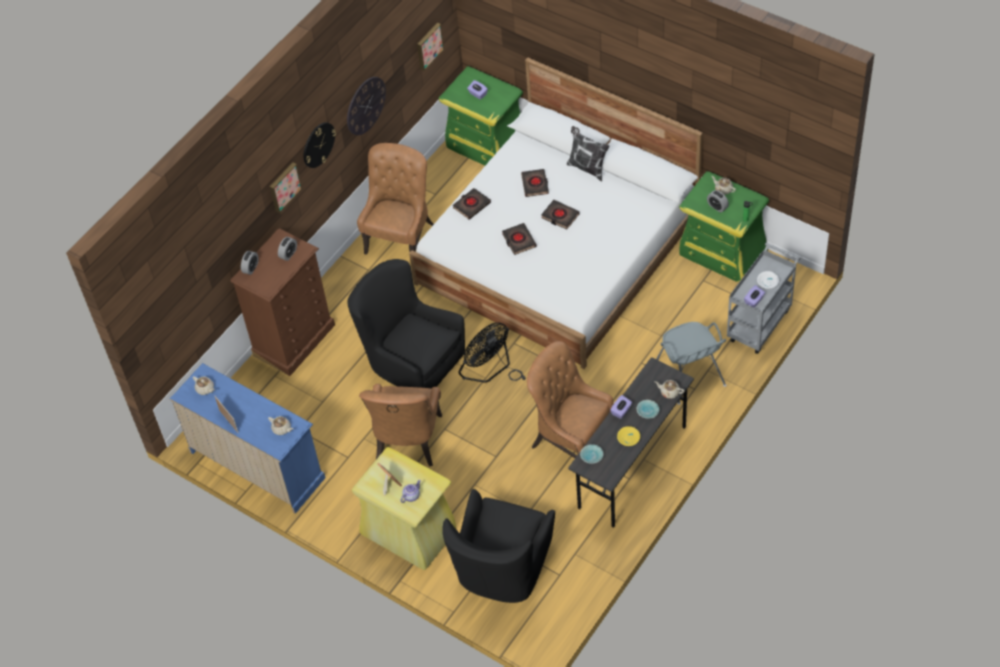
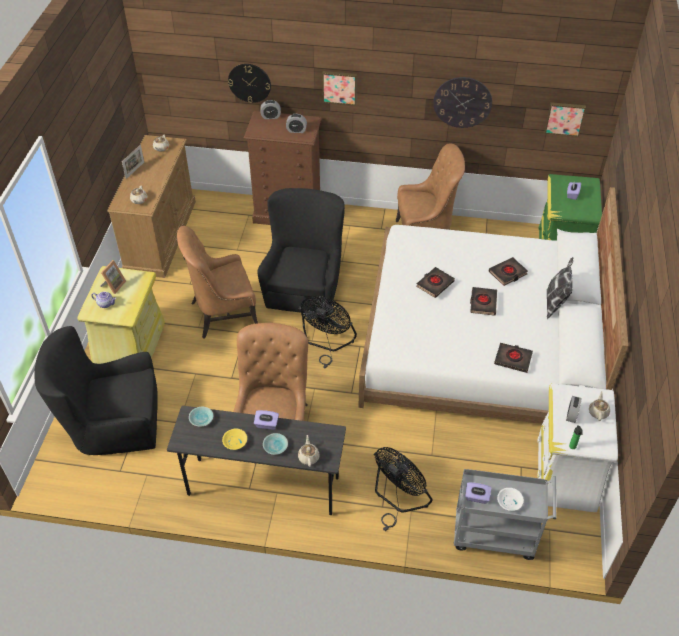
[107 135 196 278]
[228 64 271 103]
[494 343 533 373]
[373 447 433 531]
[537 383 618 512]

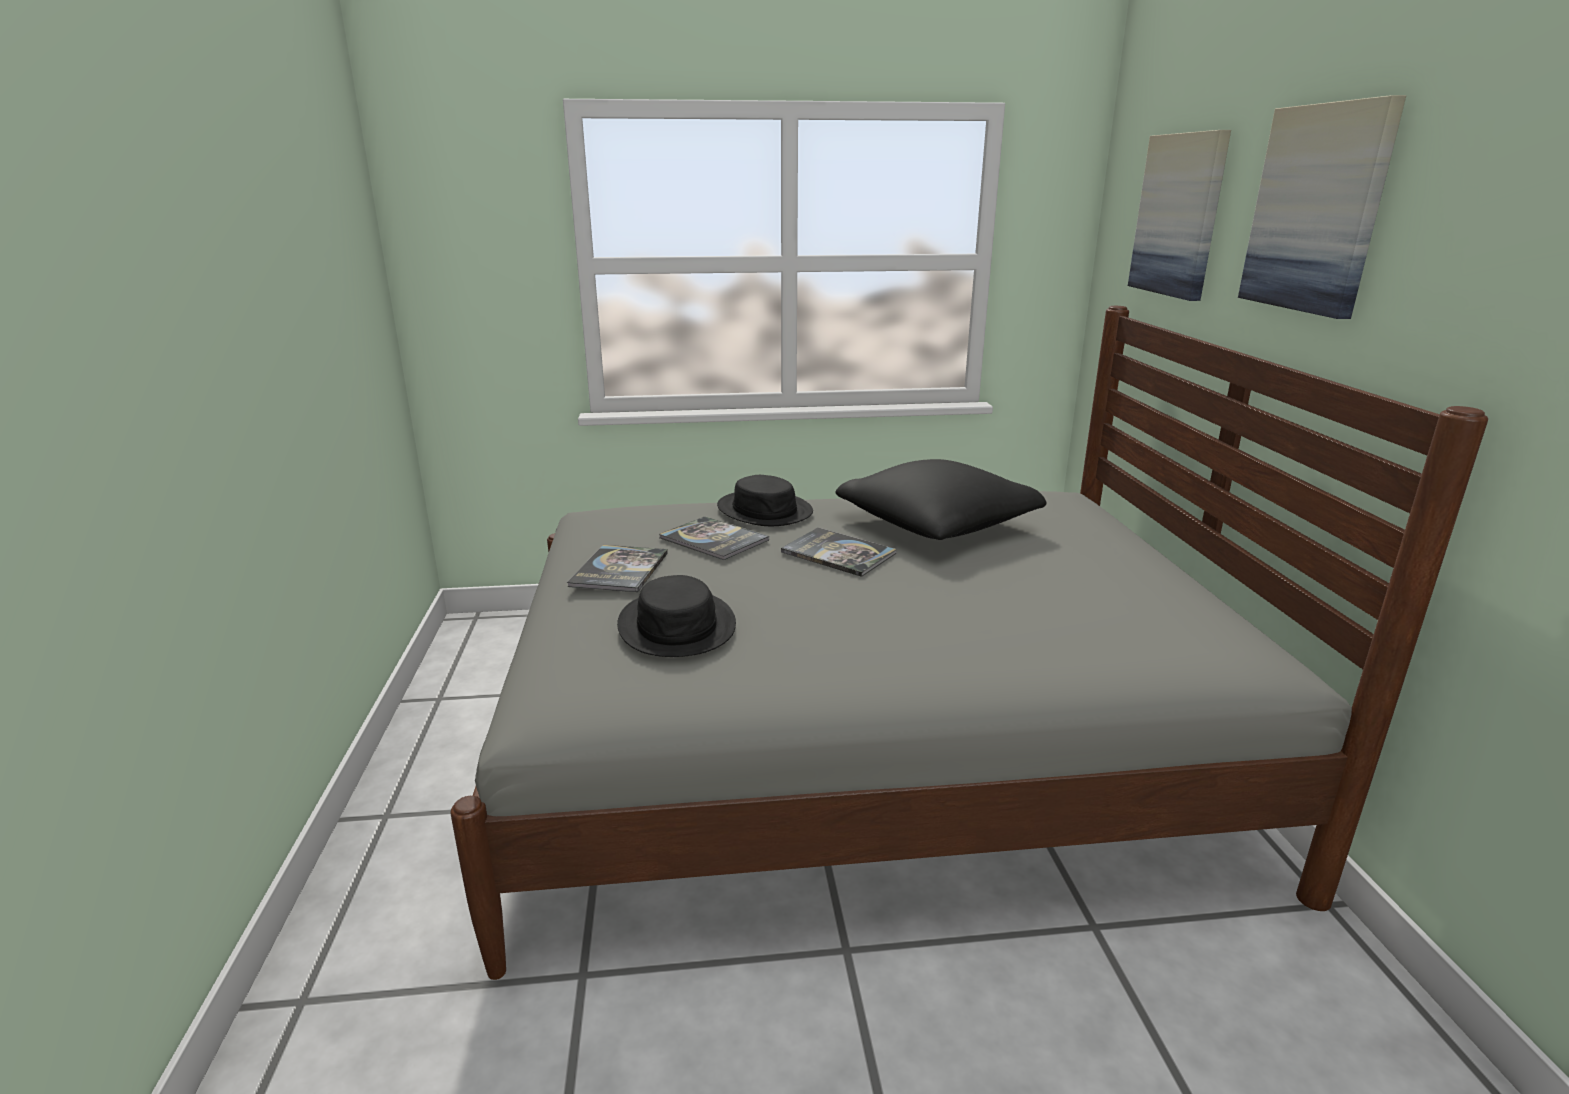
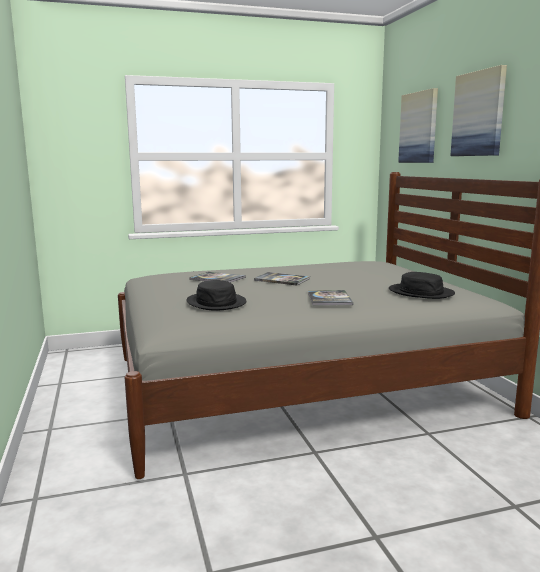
[308 290 353 306]
[389 272 455 299]
[835 459 1047 540] (first image)

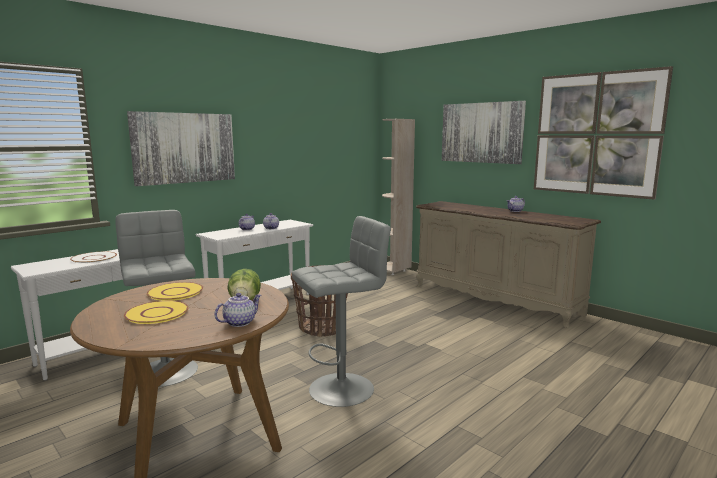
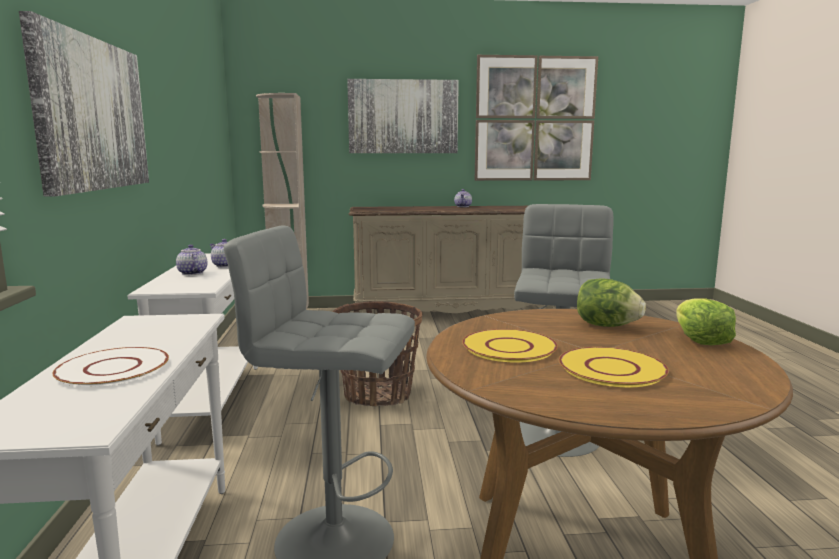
[676 298 736 345]

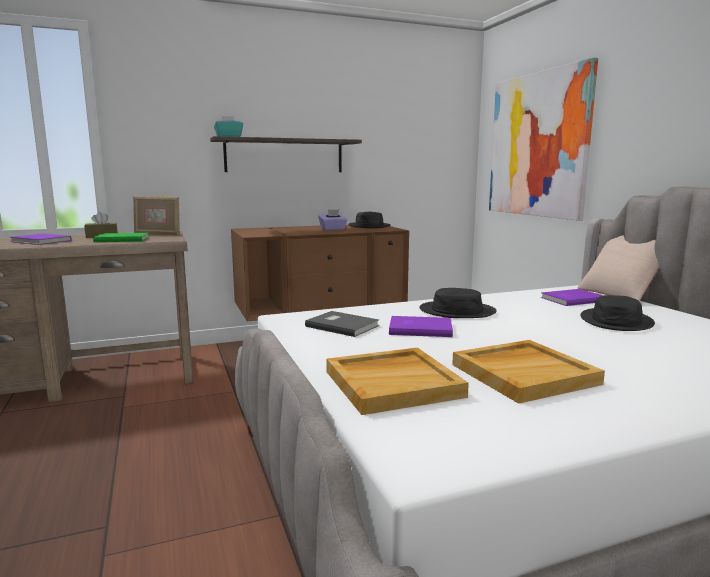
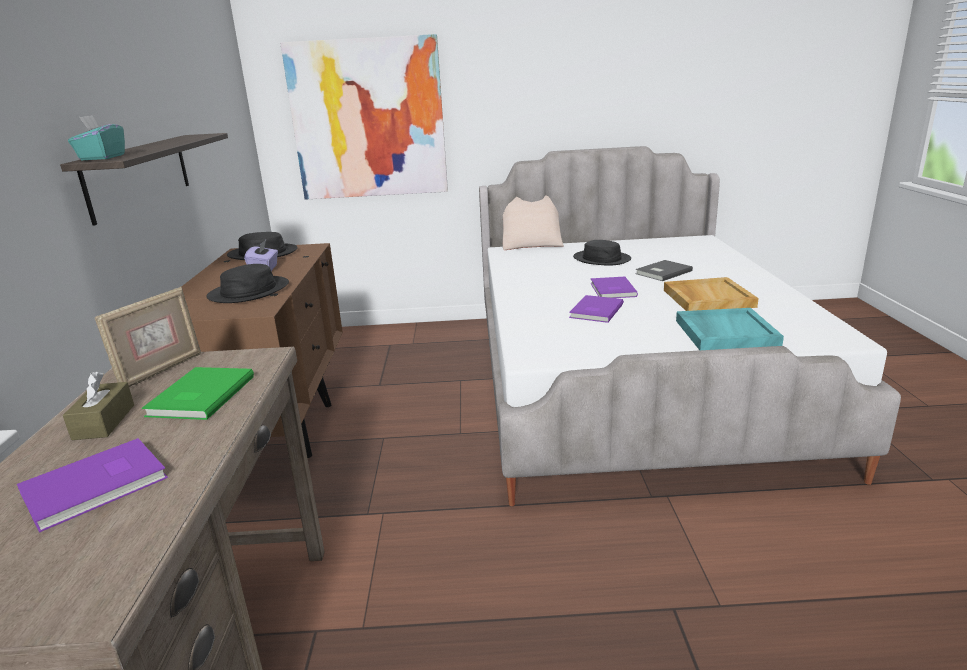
[635 260 693 281]
[676 308 784 350]
[206 264 289 303]
[591 277 638 298]

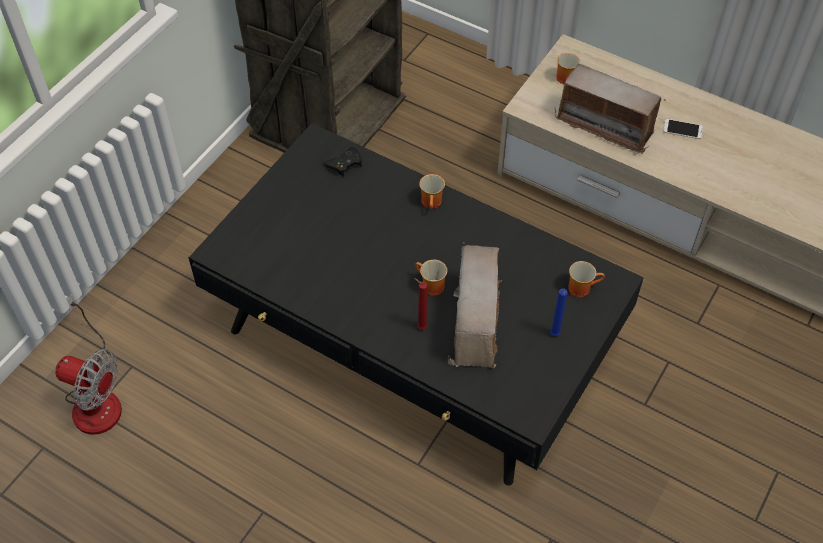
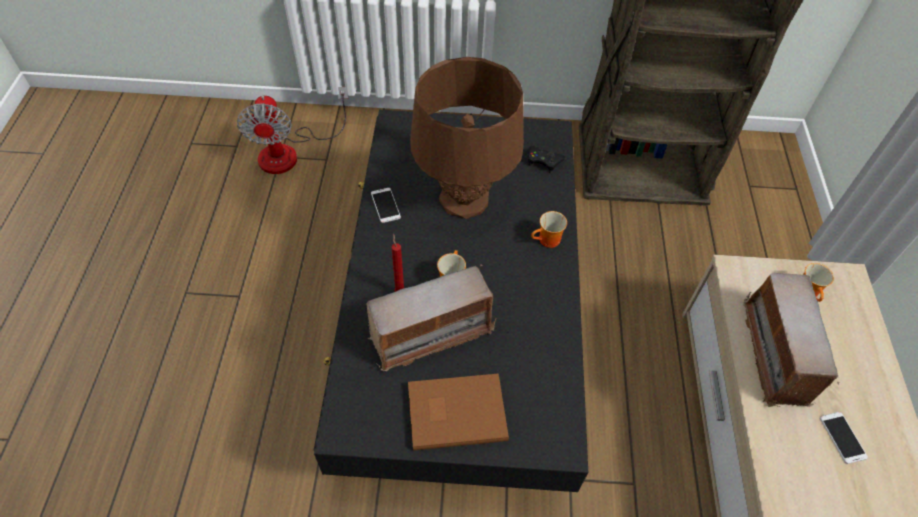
[408 373 509 451]
[568 261 605 297] (first image)
[371 188 401 223]
[410 57 524 219]

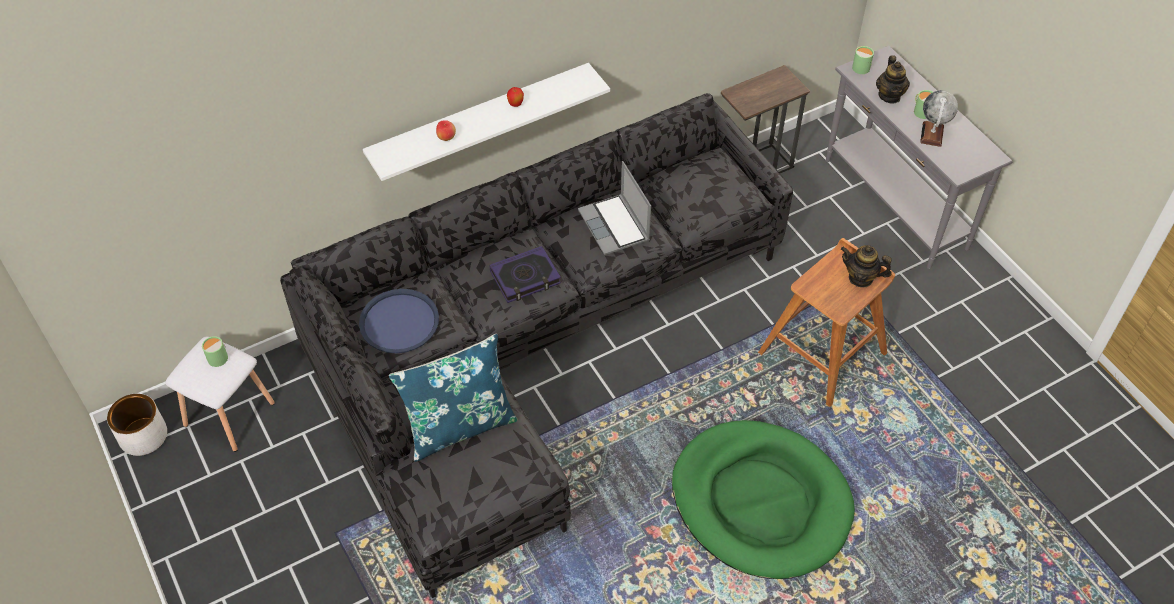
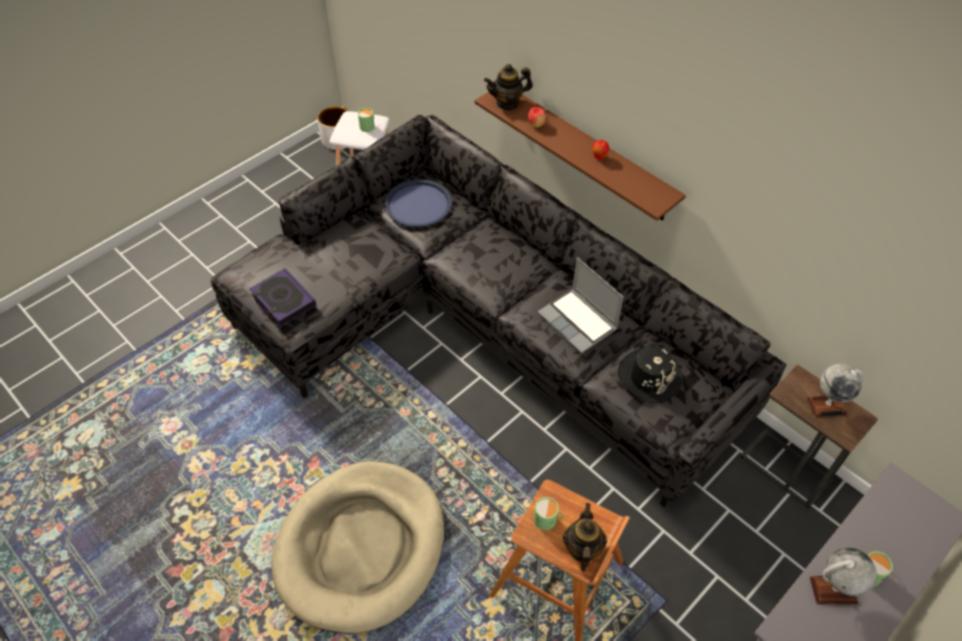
[475 92 686 221]
[389 334 518 462] (first image)
[249 268 317 327]
[537 257 624 354]
[272 461 444 634]
[534 497 563 530]
[484 64 533 110]
[618 345 683 404]
[807 364 865 418]

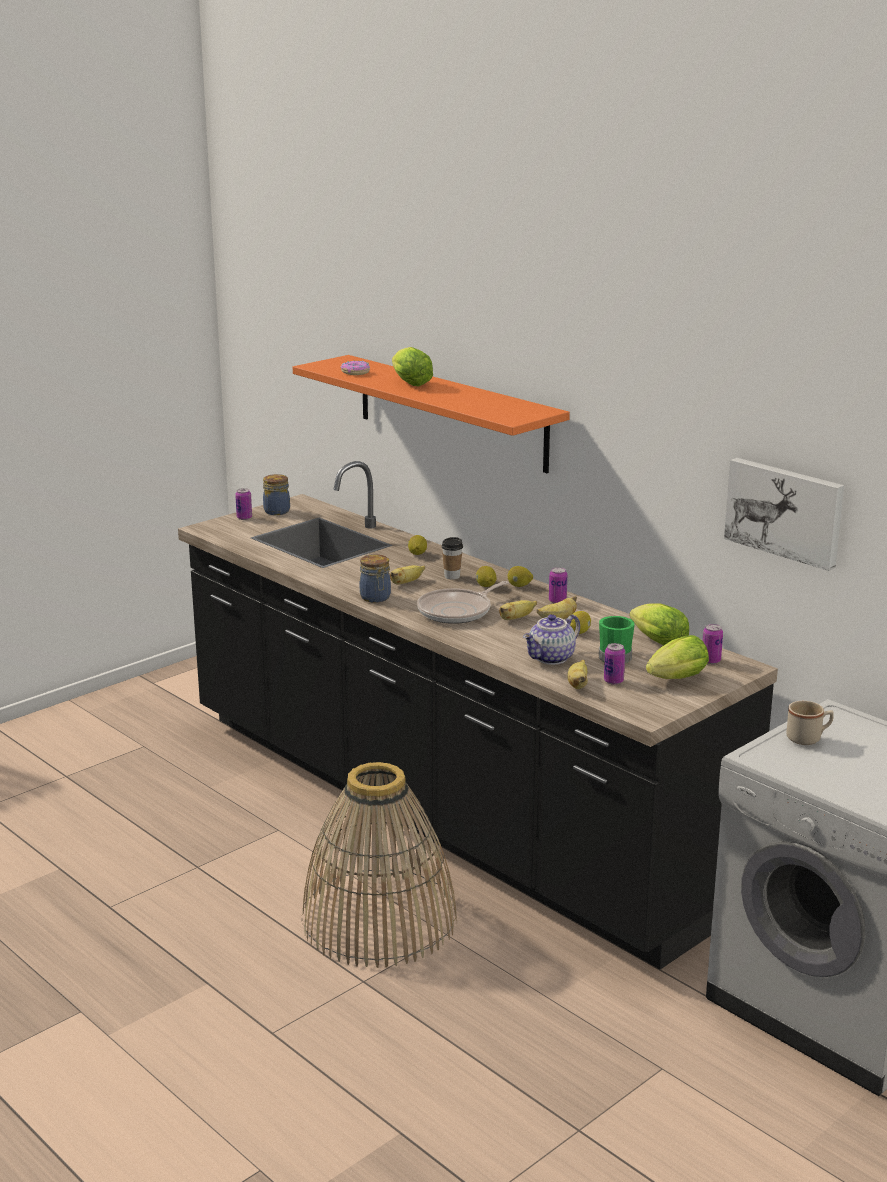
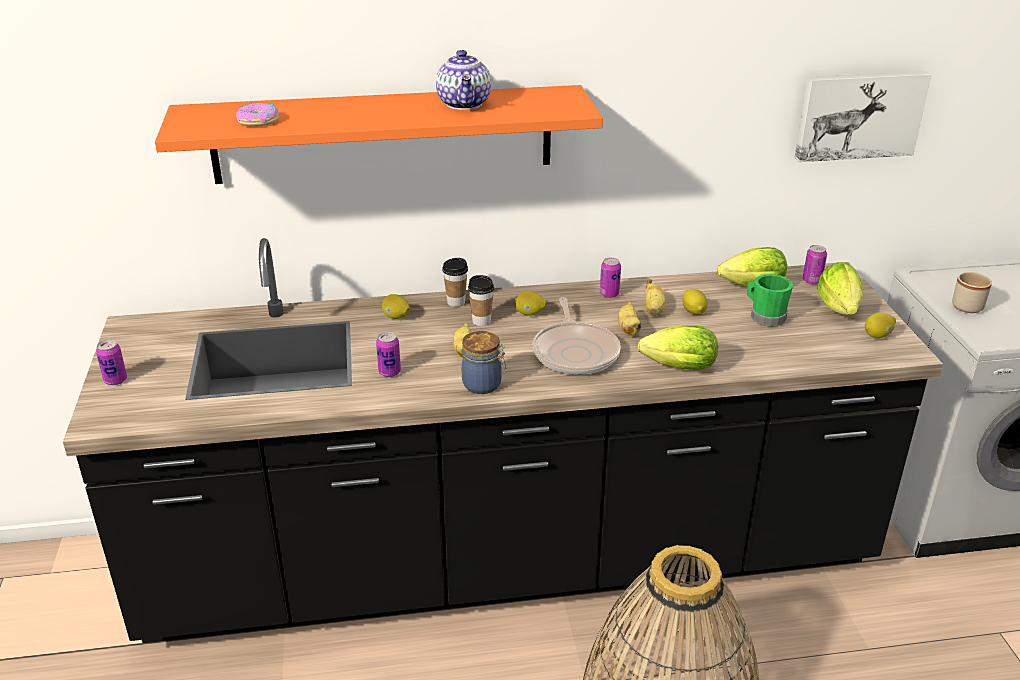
[263 474 290 515] (first image)
[638 325 718 370]
[865 313 896 338]
[436 50 491 110]
[567 660 588 689] (first image)
[376 332 401 377]
[442 258 468 307]

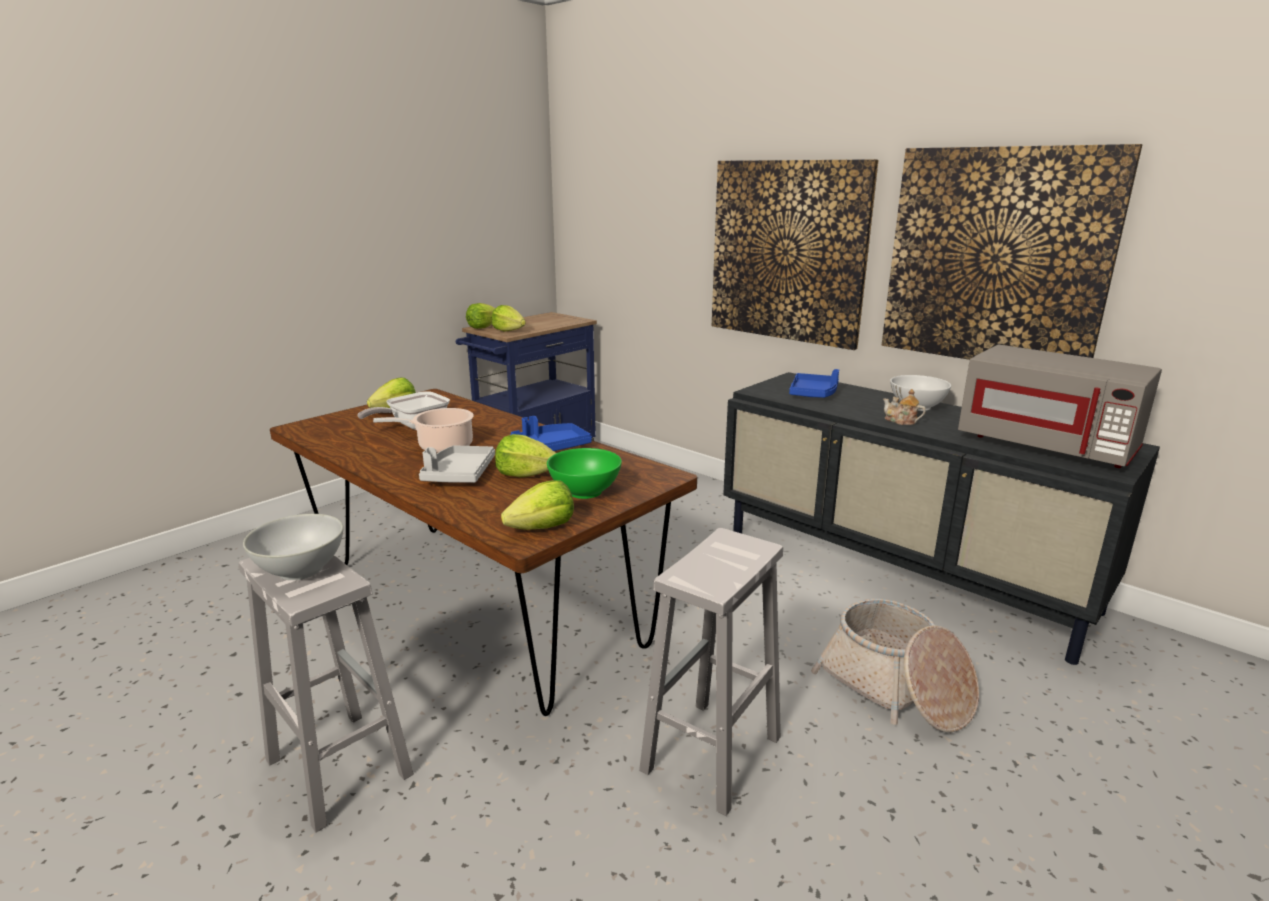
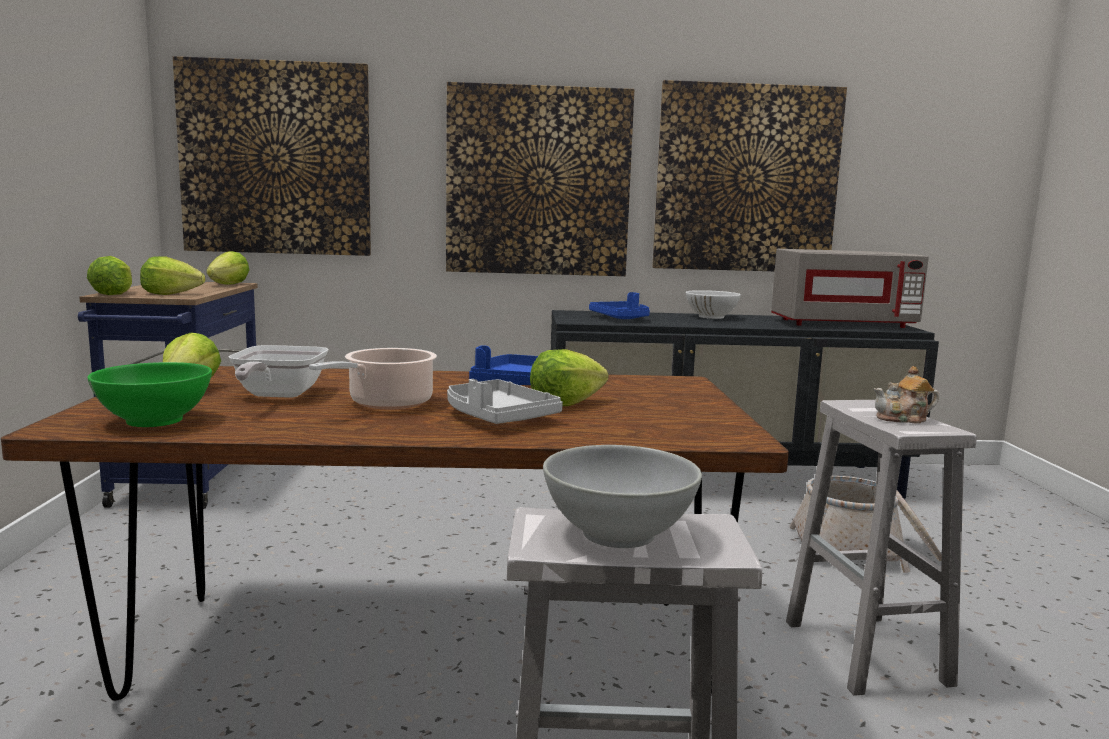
[206 251 249 284]
[87 362 212 427]
[874 366 939 424]
[173 56 371 256]

